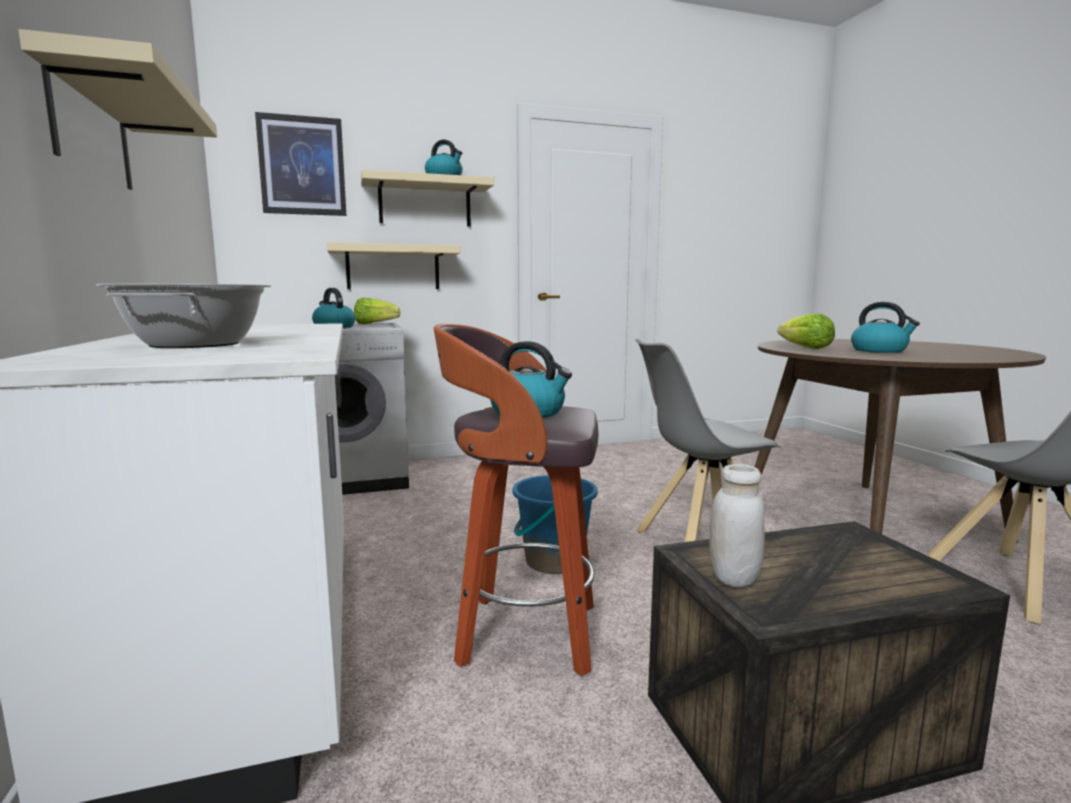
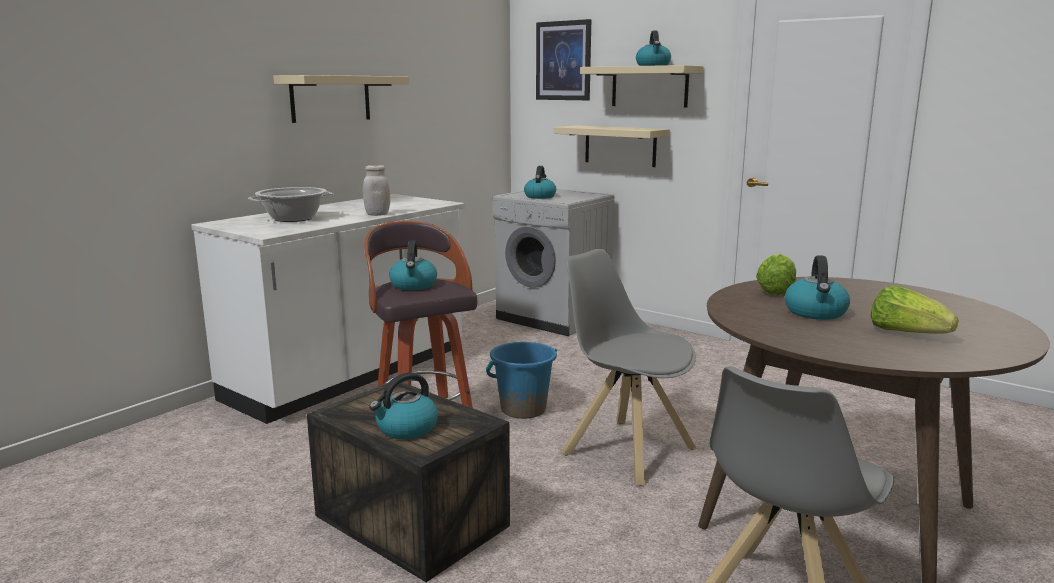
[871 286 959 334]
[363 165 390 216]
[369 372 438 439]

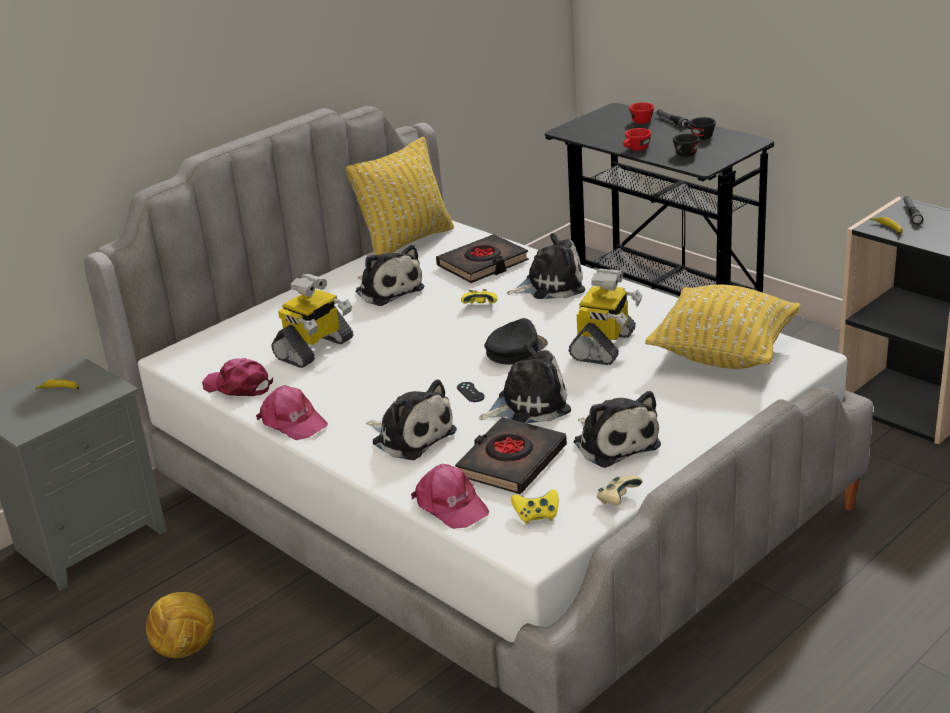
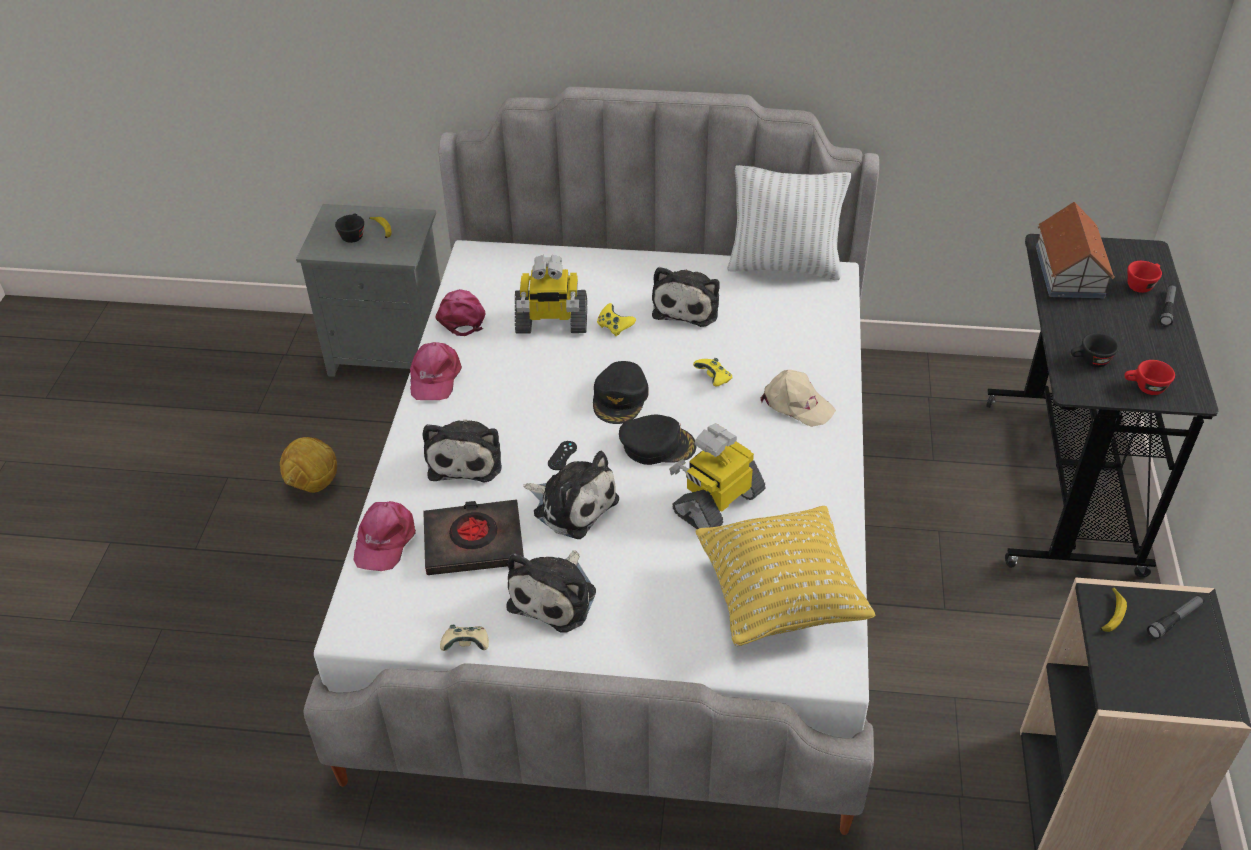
[727 165 851 280]
[436 234 529 283] (first image)
[760 370 836 427]
[597 303 636 337]
[669 423 766 529]
[1124 360 1175 395]
[335 213 364 243]
[593 361 648 424]
[1036 202 1115 298]

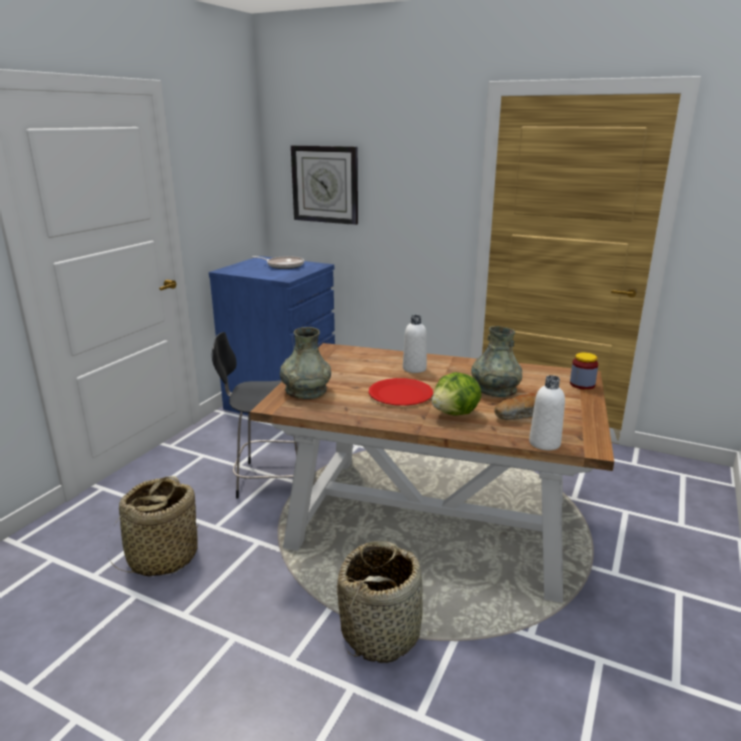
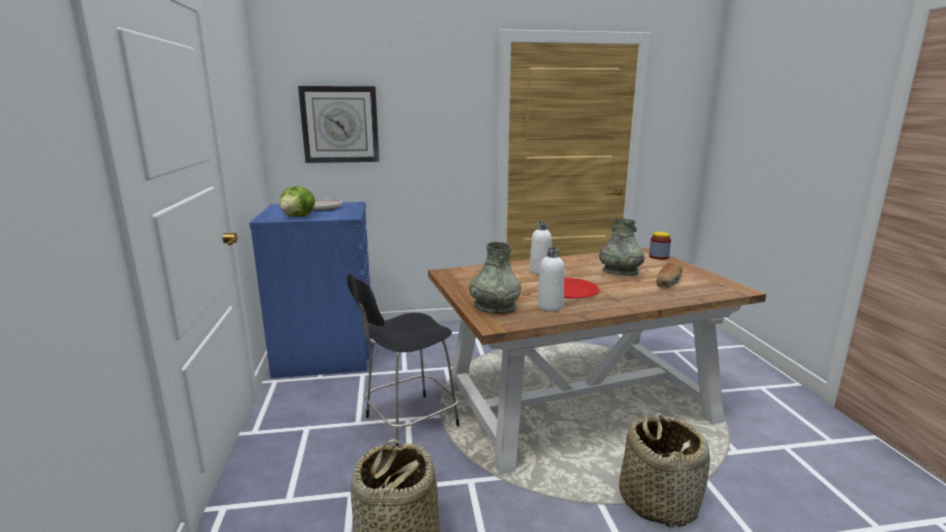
[280 186 315 217]
[537 247 564 311]

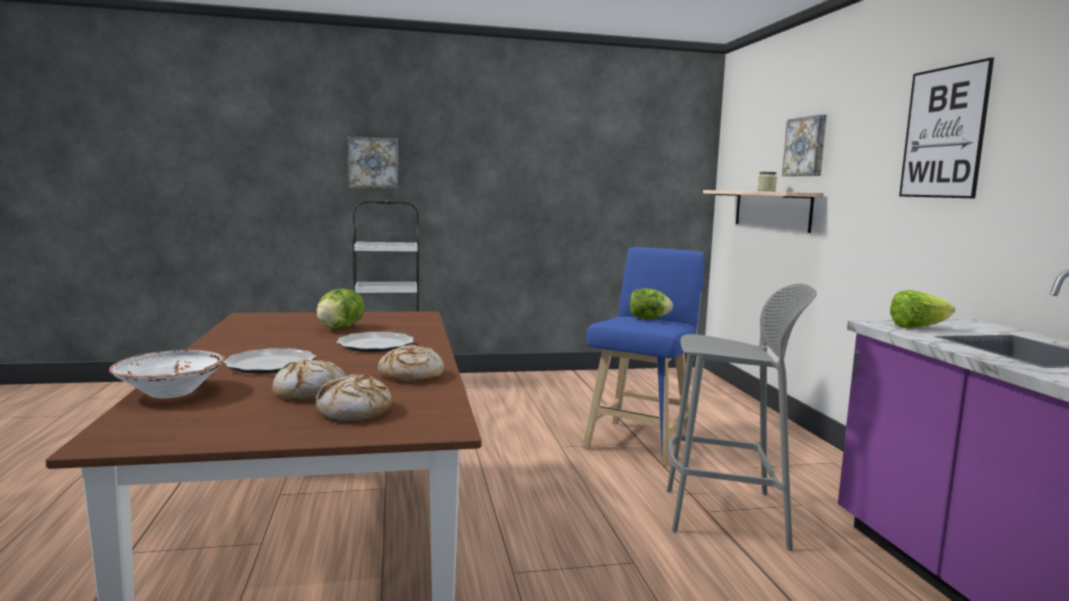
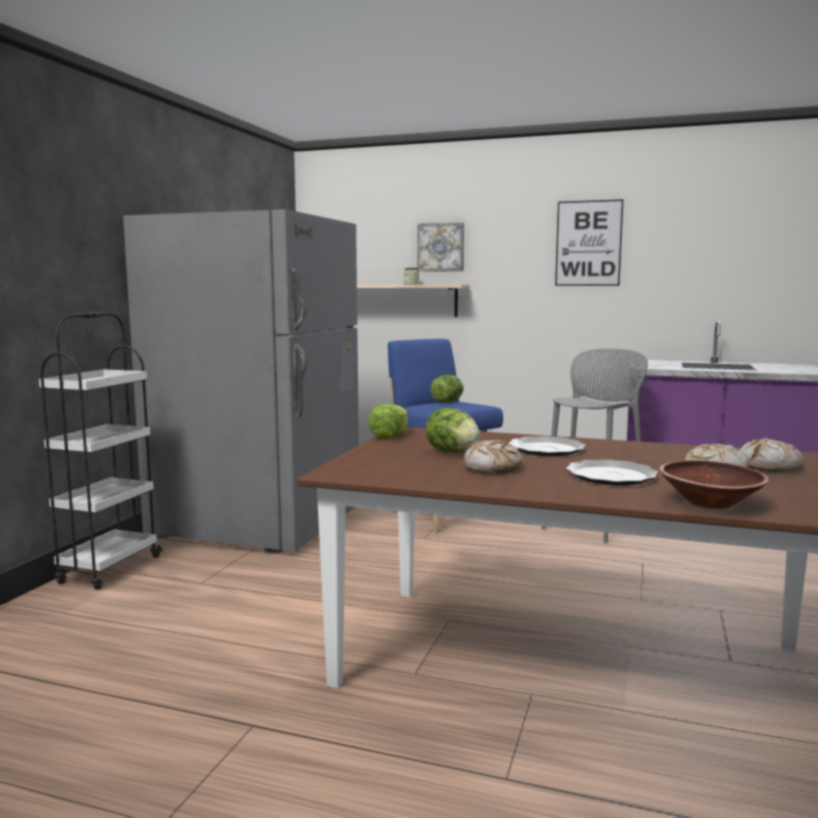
[659 460 769 509]
[347 136 399 189] (first image)
[464 440 523 474]
[368 404 408 439]
[123 209 359 553]

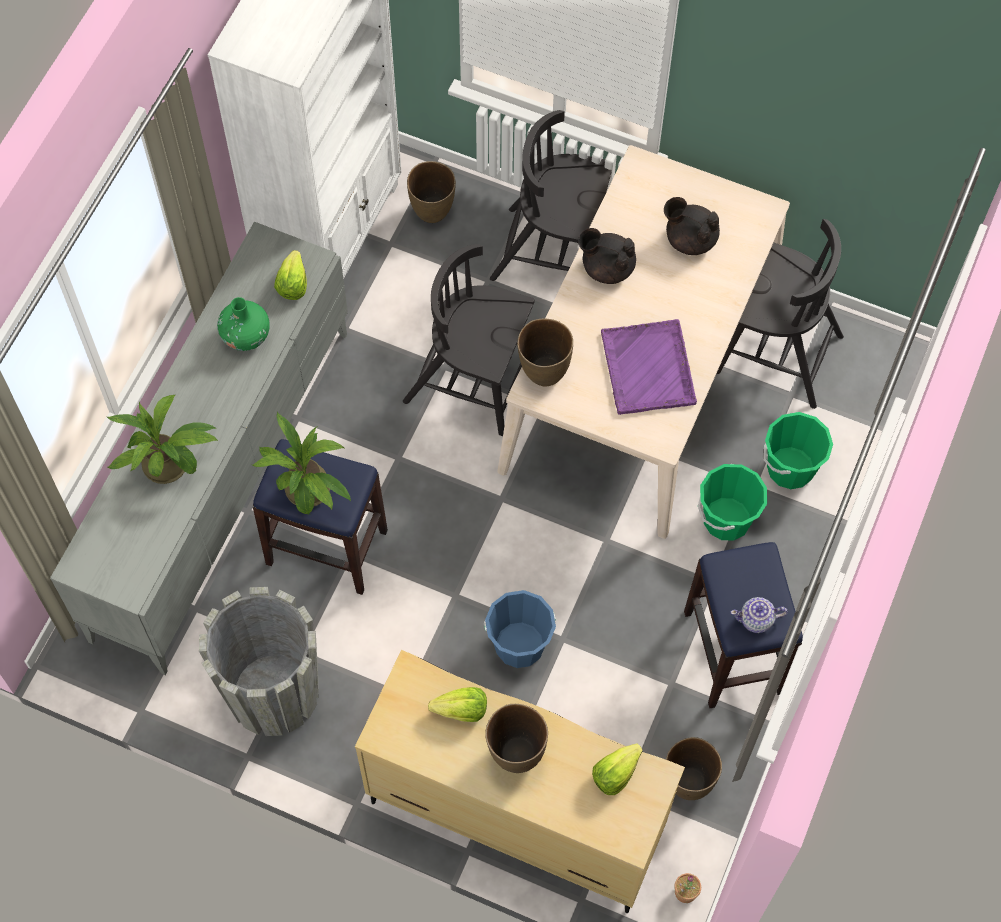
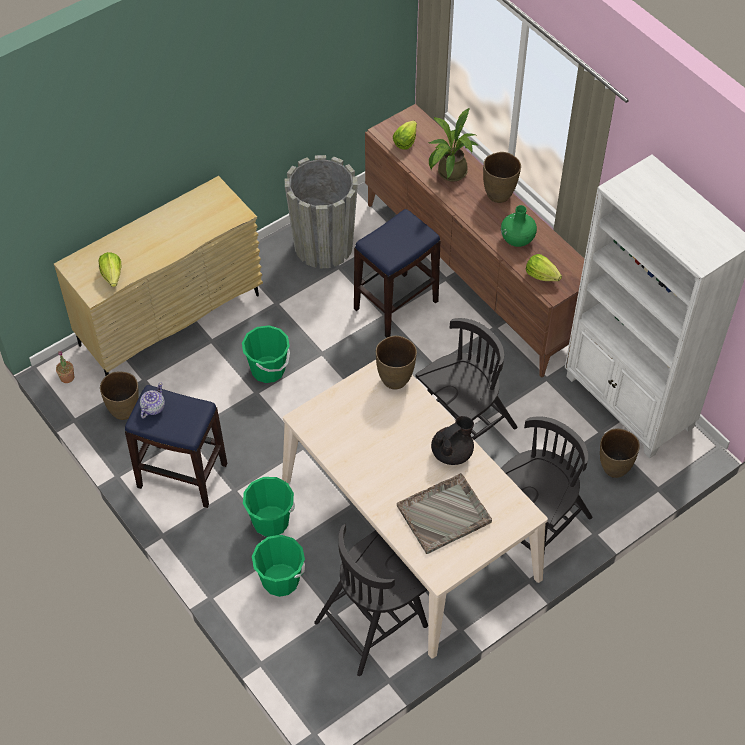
[365 104 584 378]
[252 411 351 515] (first image)
[393 121 417 150]
[242 325 290 383]
[483 152 521 203]
[601 319 697 415] (first image)
[397 473 492 554]

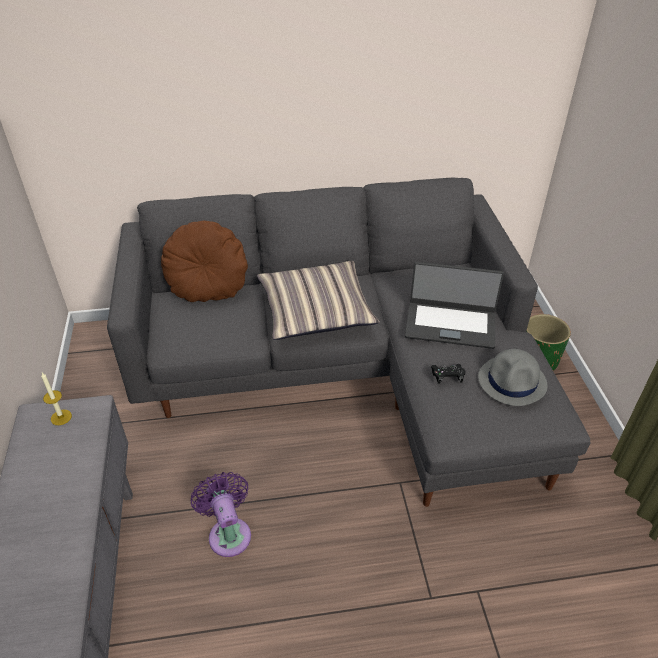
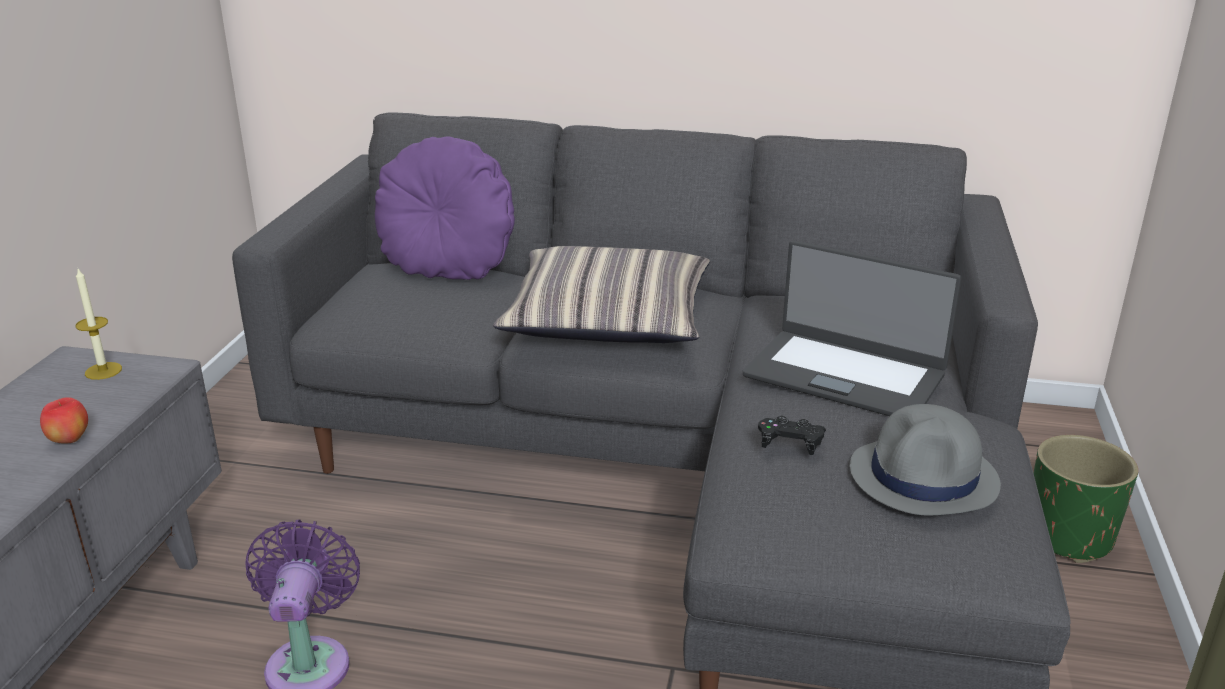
[375 137 515 280]
[40 397 88 444]

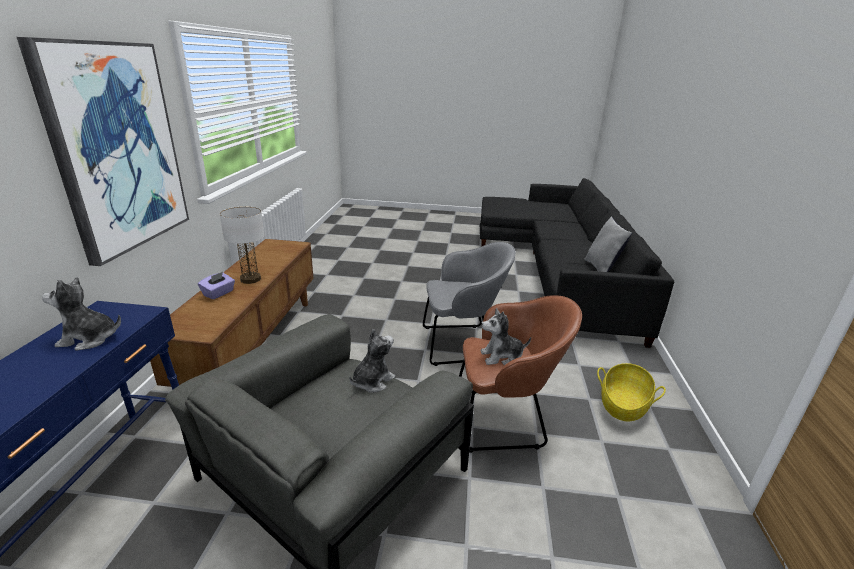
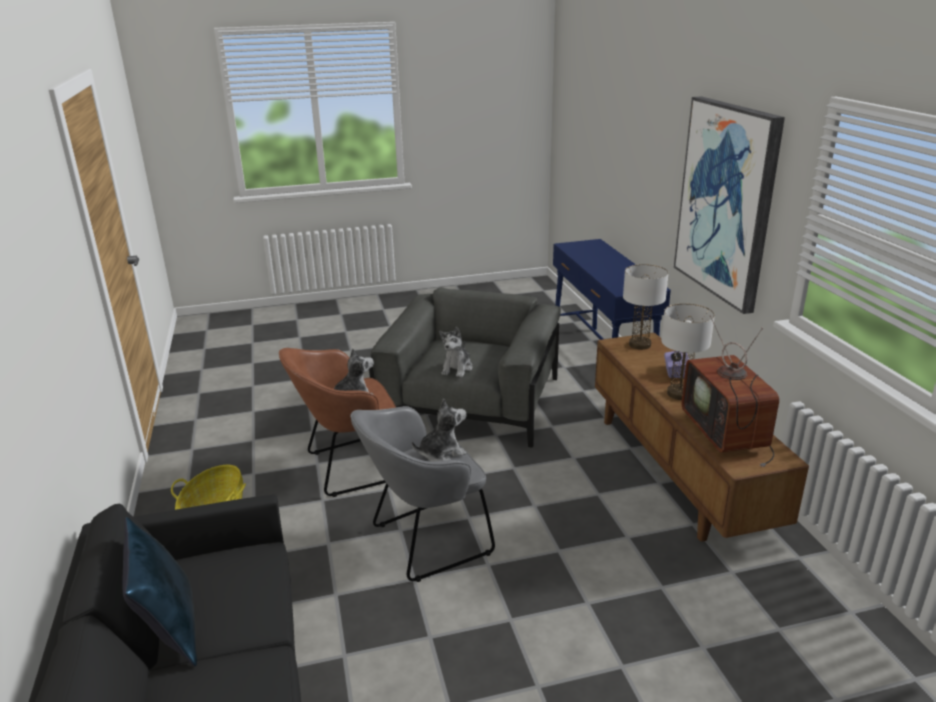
[412 398 466 462]
[122 517 197 666]
[623 264 668 350]
[682 315 779 467]

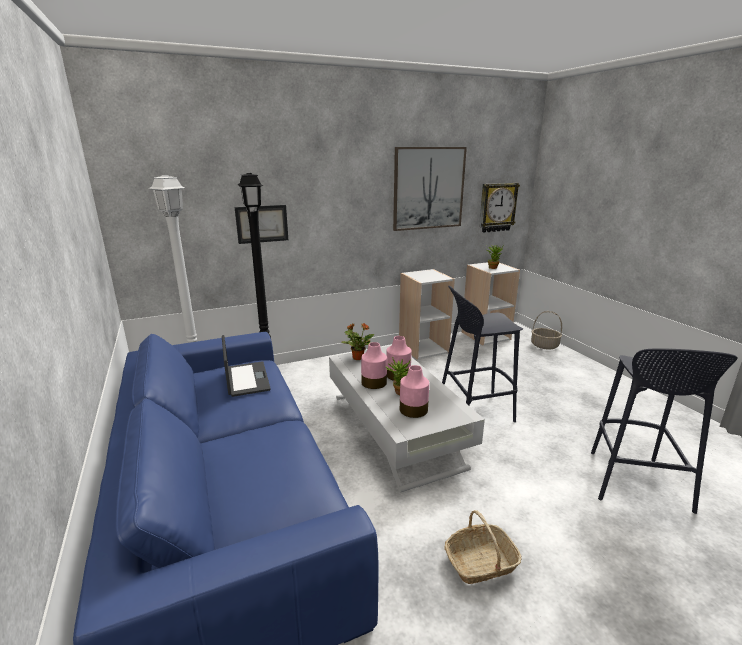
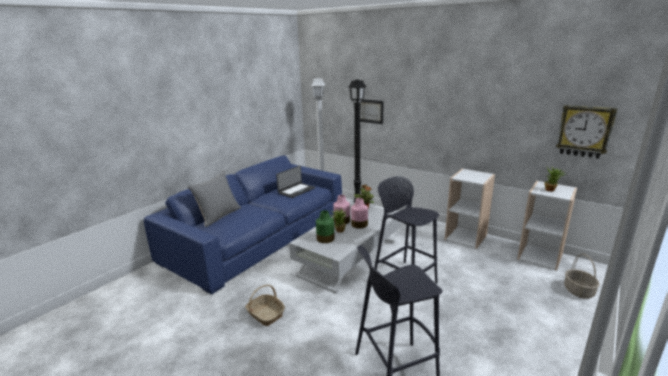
[393 147 467 231] (first image)
[316 210 335 243]
[187 170 241 227]

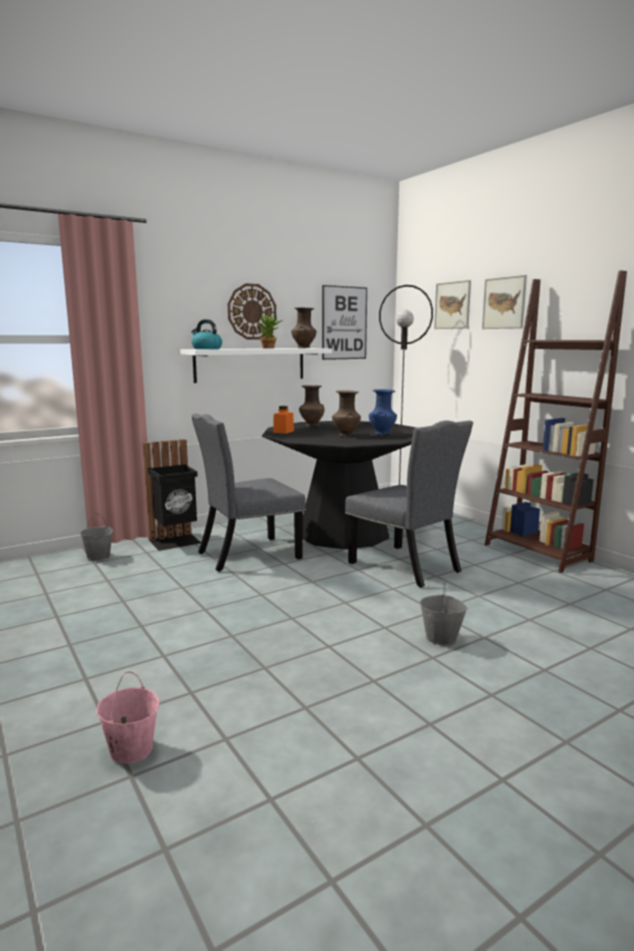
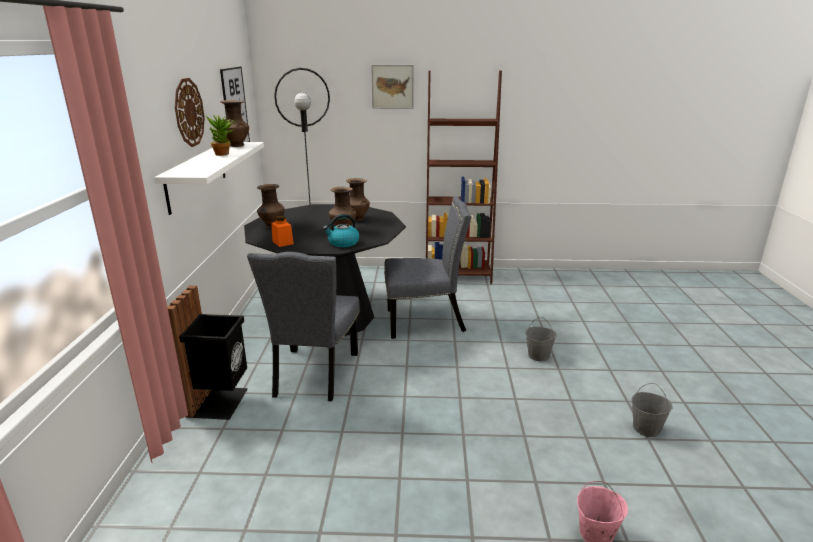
[631 383 672 437]
[323 214 359 247]
[346 178 370 221]
[434 280 471 329] (first image)

